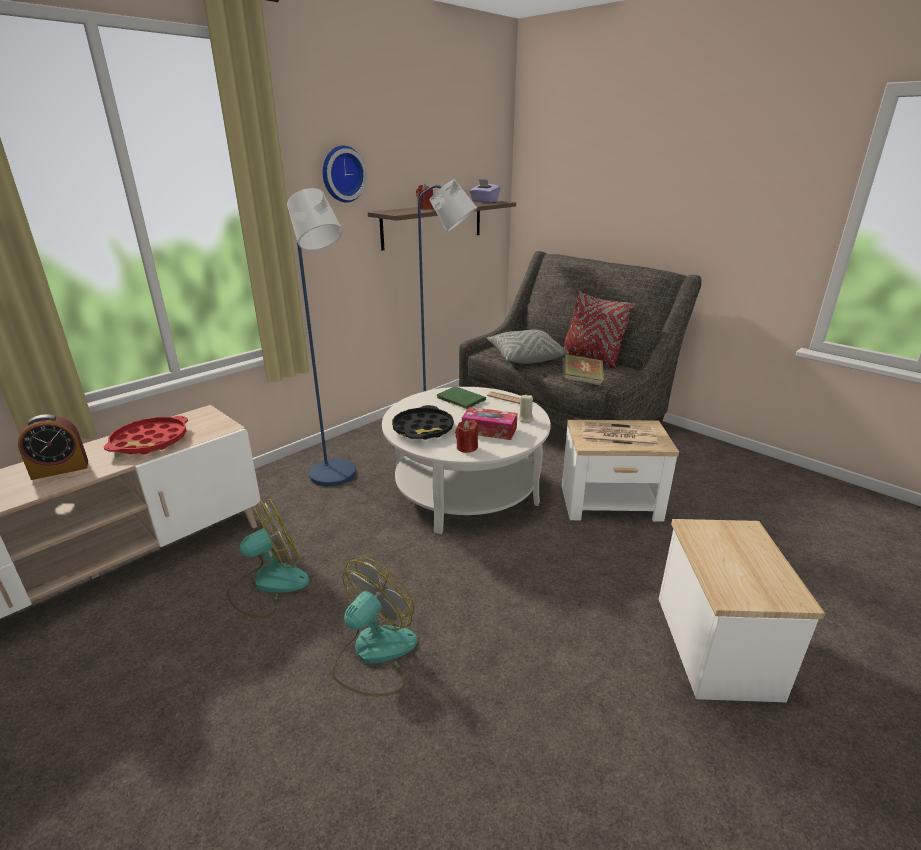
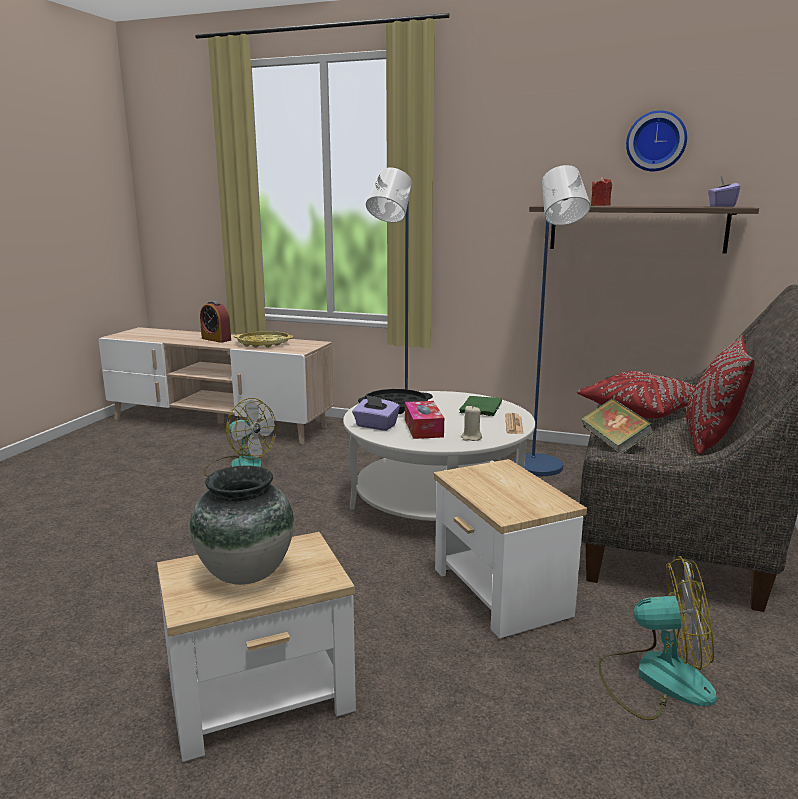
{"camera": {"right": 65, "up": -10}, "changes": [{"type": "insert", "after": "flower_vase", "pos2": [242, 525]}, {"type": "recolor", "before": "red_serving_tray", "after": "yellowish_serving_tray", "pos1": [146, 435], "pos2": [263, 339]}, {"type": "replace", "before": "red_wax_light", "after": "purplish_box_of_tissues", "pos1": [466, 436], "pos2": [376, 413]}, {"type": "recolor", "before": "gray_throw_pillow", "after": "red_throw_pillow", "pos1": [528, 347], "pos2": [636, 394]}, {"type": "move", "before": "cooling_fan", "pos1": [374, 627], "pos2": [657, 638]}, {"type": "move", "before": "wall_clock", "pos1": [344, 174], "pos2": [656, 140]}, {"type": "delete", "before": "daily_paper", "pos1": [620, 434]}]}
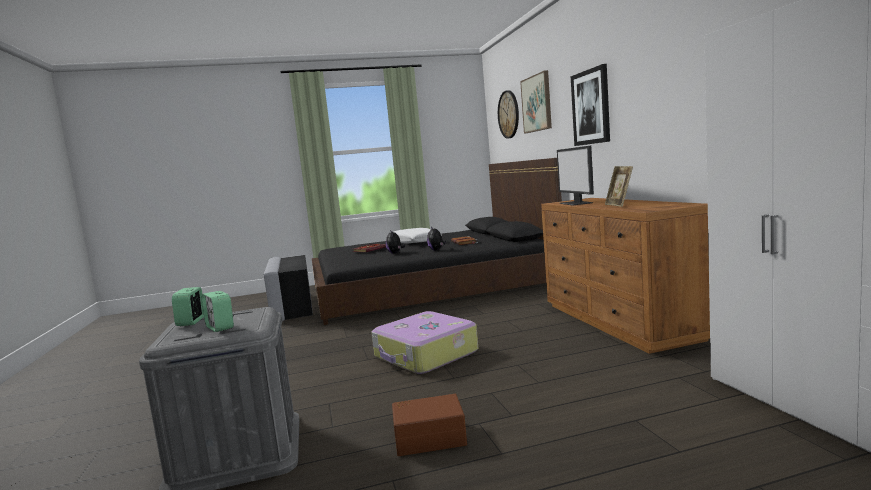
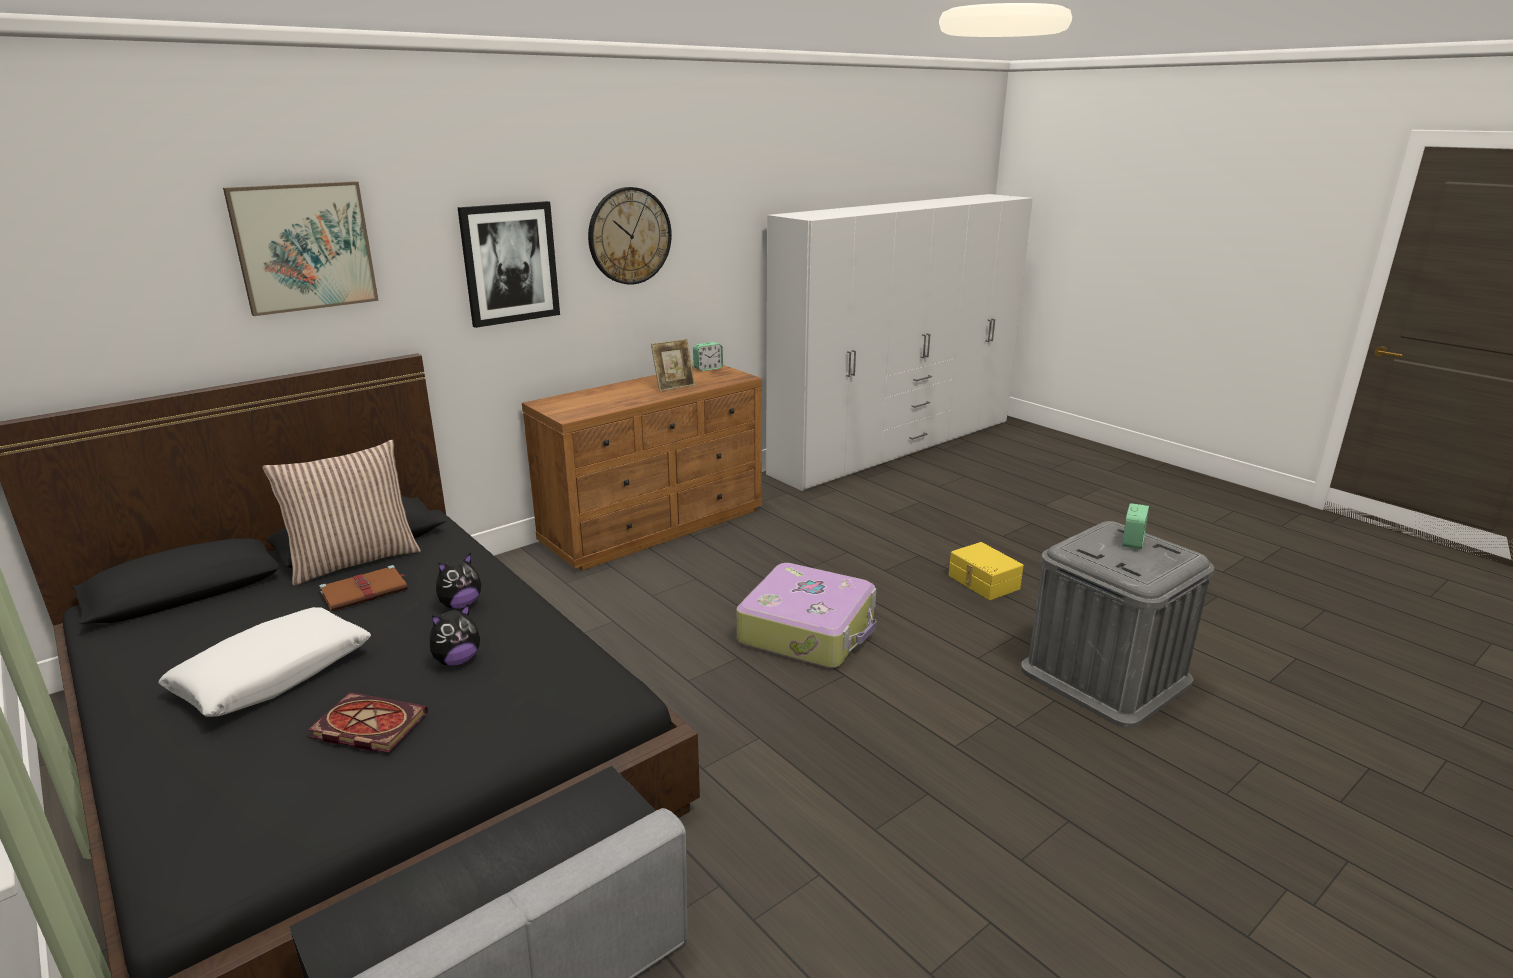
{"camera": {"right": -115, "up": 15}, "changes": [{"type": "insert", "after": "throw_pillow", "pos2": [341, 513]}, {"type": "move", "before": "wall_clock", "pos1": [508, 114], "pos2": [630, 236]}, {"type": "move", "before": "alarm_clock", "pos1": [188, 306], "pos2": [708, 356]}, {"type": "recolor", "before": "brown-coloured_storage_bin", "after": "yellowish_storage_bin", "pos1": [429, 425], "pos2": [986, 571]}, {"type": "delete", "before": "monitor", "pos1": [575, 175]}]}
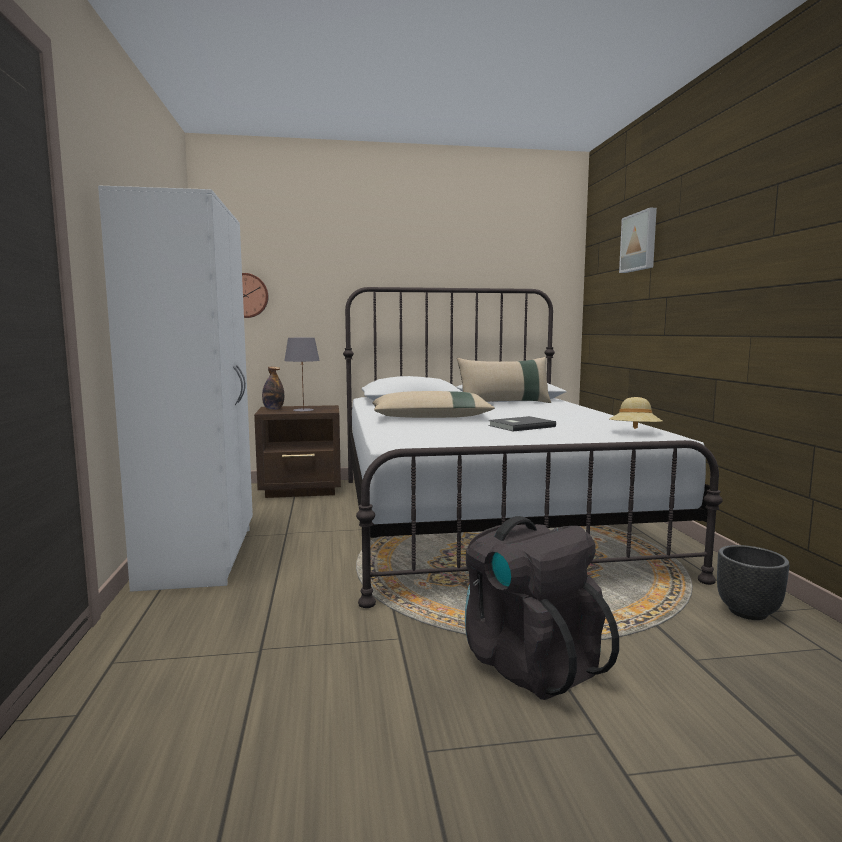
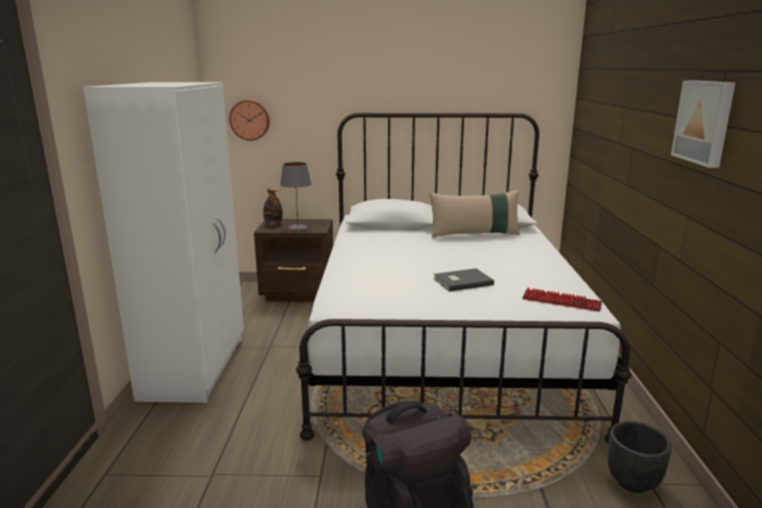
{"camera": {"right": 10, "up": 10}, "changes": [{"type": "replace", "before": "sand-coloured_wearable_hat", "after": "PC_keyboard", "pos1": [635, 413], "pos2": [562, 300]}, {"type": "move", "before": "wall_art", "pos1": [638, 240], "pos2": [703, 124]}, {"type": "delete", "before": "sand-coloured_throw_pillow", "pos1": [433, 404]}]}
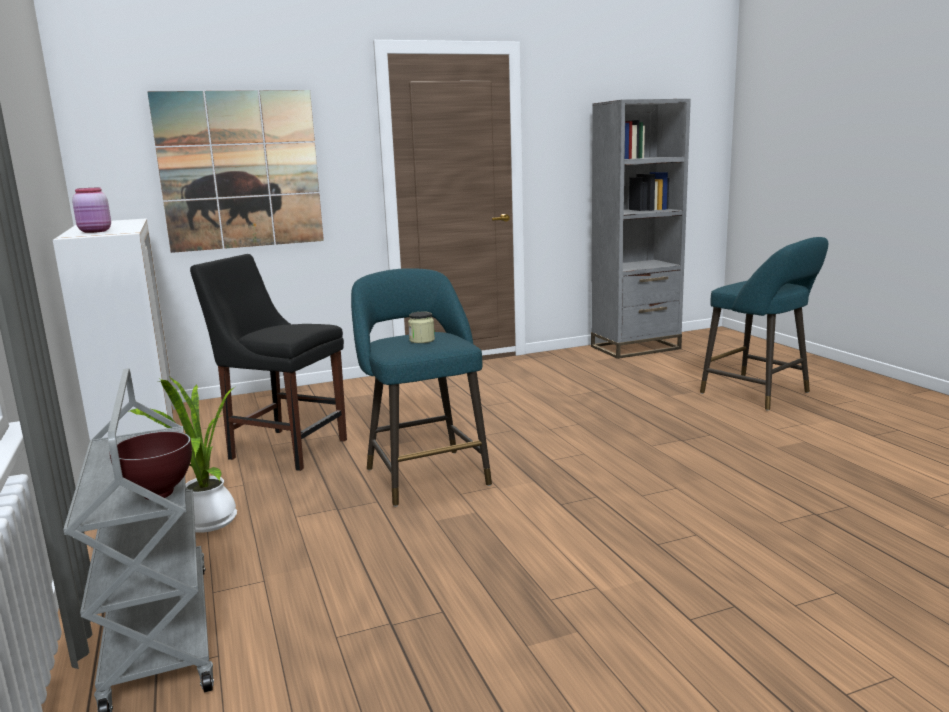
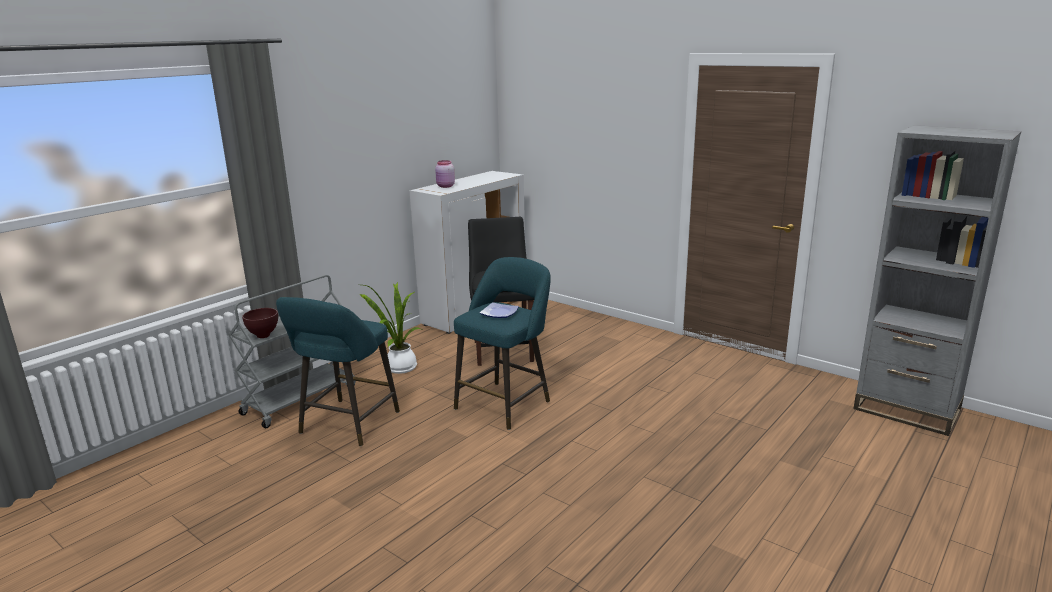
{"camera": {"right": 60, "up": 5}, "changes": [{"type": "move", "before": "blue-green_stool", "pos1": [764, 324], "pos2": [338, 372]}, {"type": "replace", "before": "preserve_jar", "after": "plate", "pos1": [421, 327], "pos2": [499, 310]}, {"type": "delete", "before": "wall_art", "pos1": [235, 171]}]}
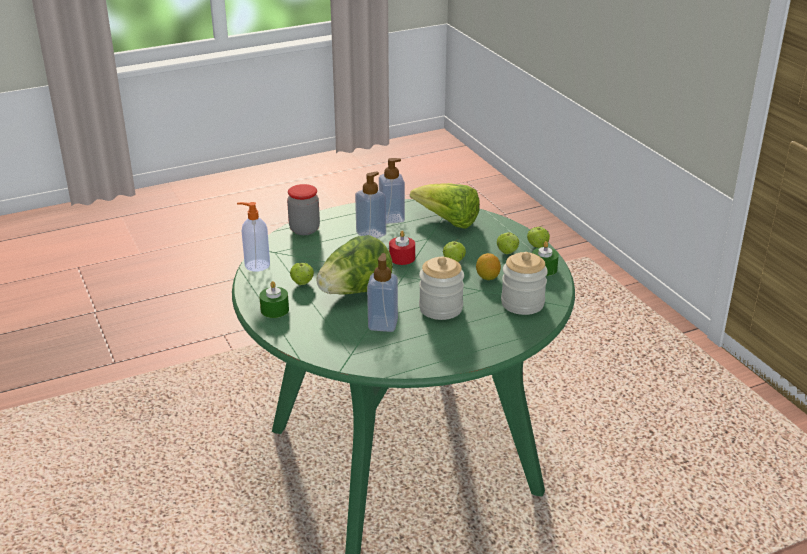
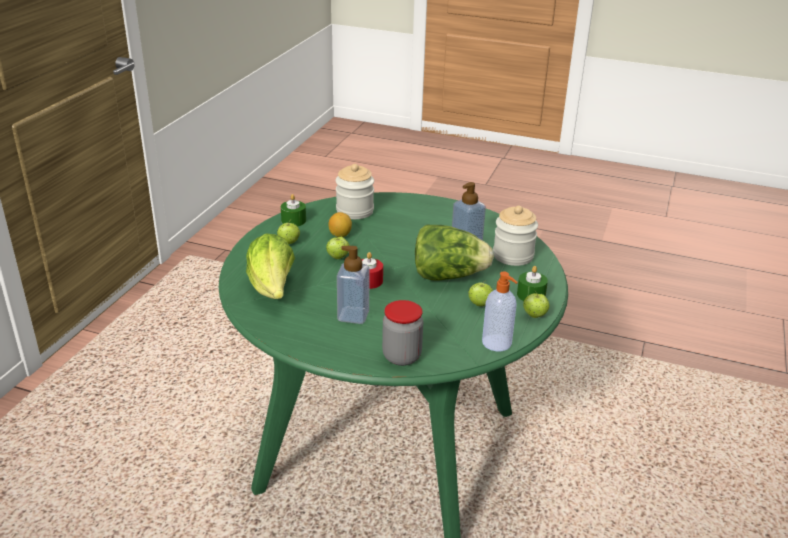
{"camera": {"right": -135, "up": 0}, "changes": [{"type": "move", "before": "preserve_jar", "pos1": [441, 288], "pos2": [515, 236]}, {"type": "move", "before": "apple", "pos1": [538, 236], "pos2": [536, 304]}, {"type": "delete", "before": "soap_dispenser", "pos1": [392, 191]}]}
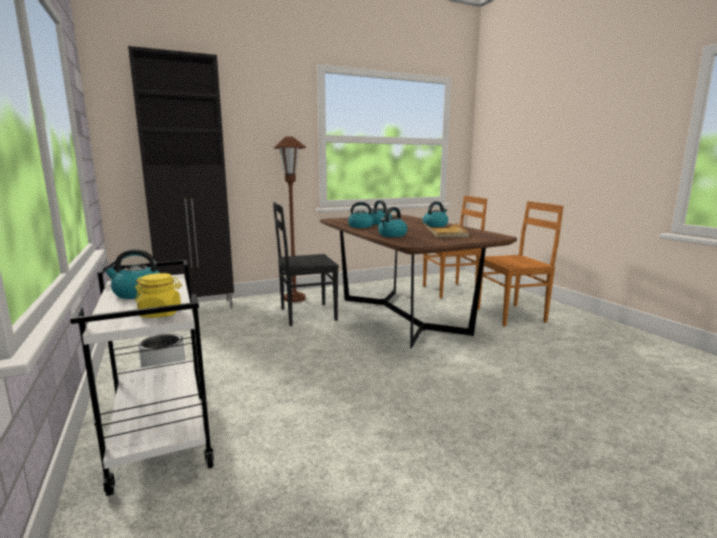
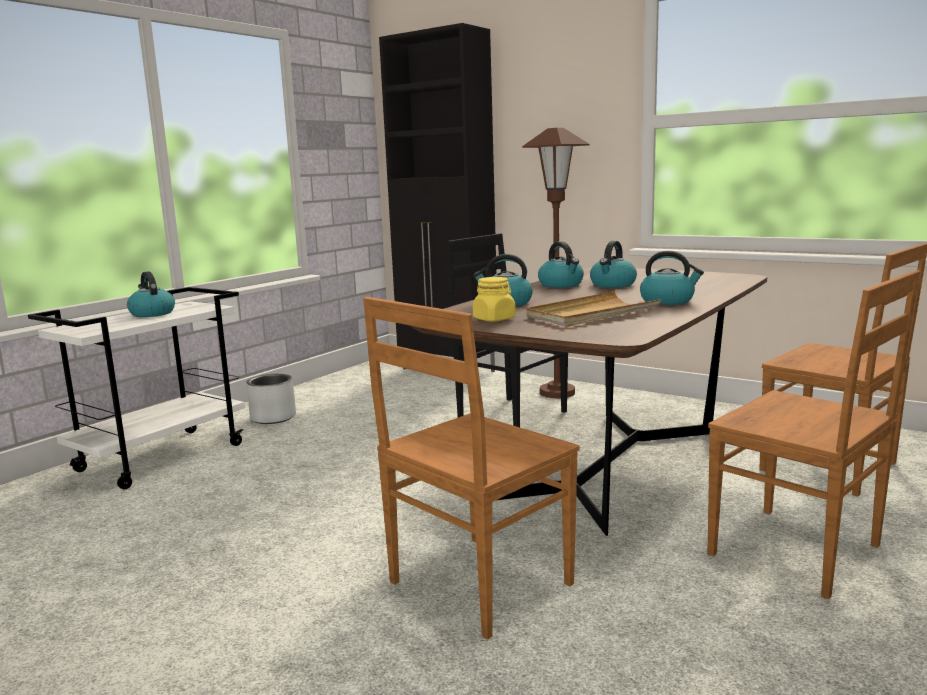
{"camera": {"right": 60, "up": 0}, "changes": [{"type": "insert", "after": "brown-coloured_plain_chair", "pos2": [471, 468]}, {"type": "move", "before": "yellowish_preserve_jar", "pos1": [158, 295], "pos2": [494, 299]}]}
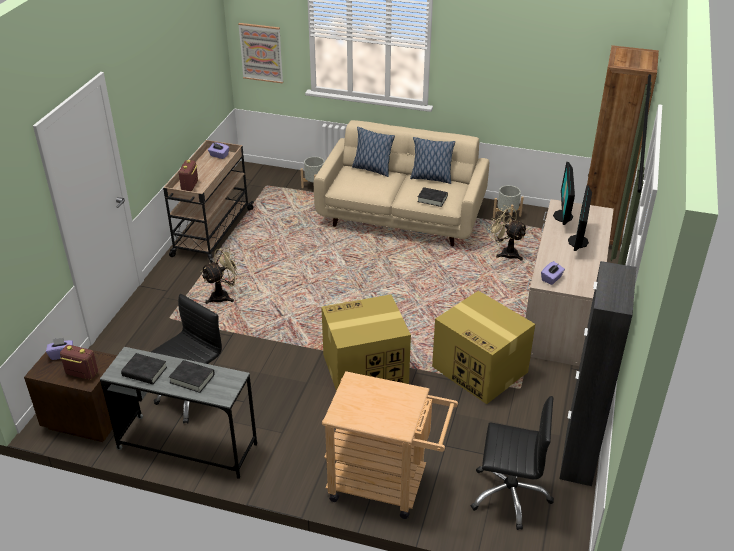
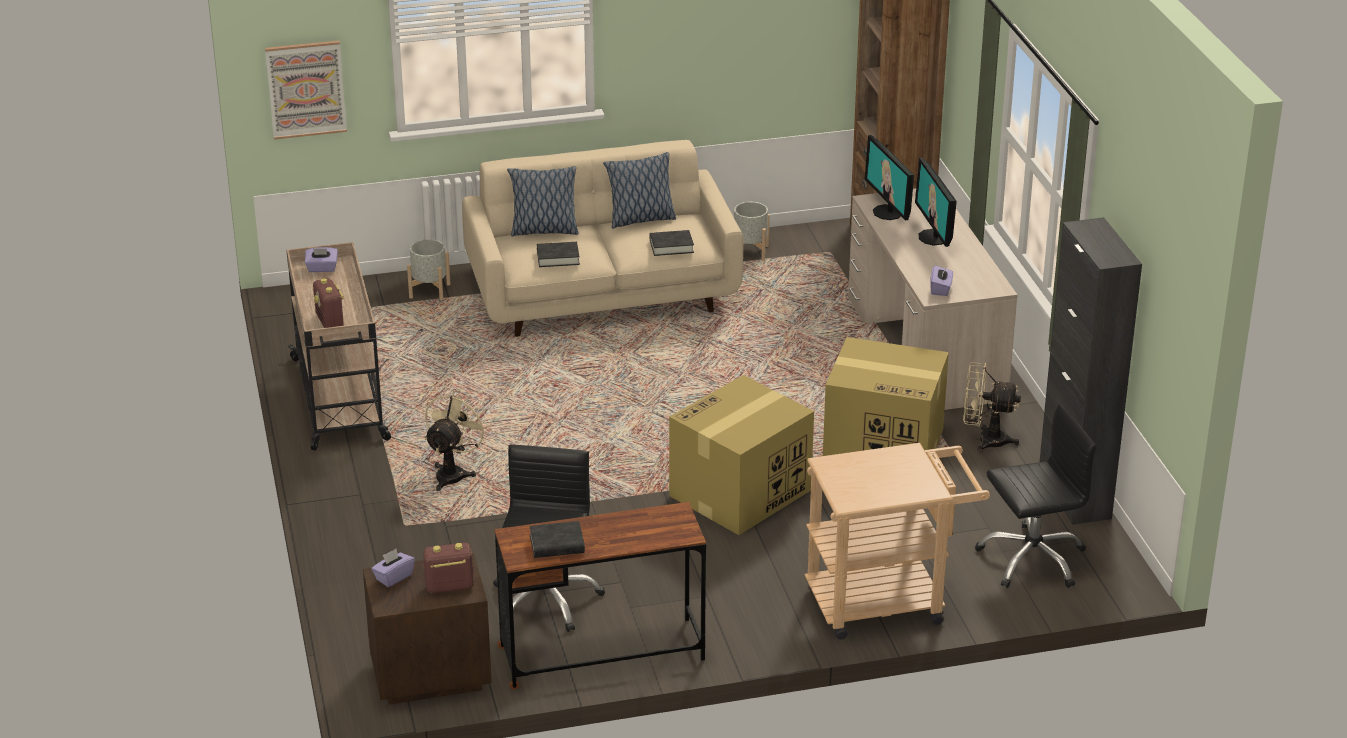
{"camera": {"right": -30, "up": -5}, "changes": [{"type": "recolor", "before": "gray_desk_unit", "after": "brown-coloured_desk_unit", "pos1": [178, 413], "pos2": [600, 596]}, {"type": "move", "before": "black-coloured_volume", "pos1": [192, 376], "pos2": [558, 254]}, {"type": "move", "before": "sand-coloured_cooling_fan", "pos1": [508, 233], "pos2": [992, 407]}]}
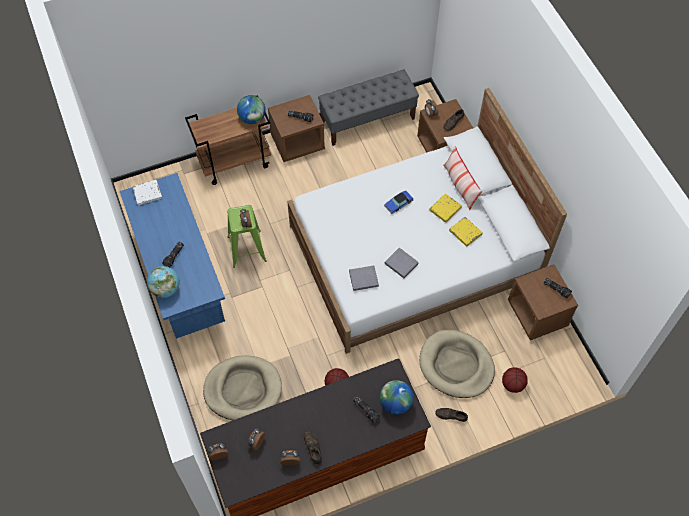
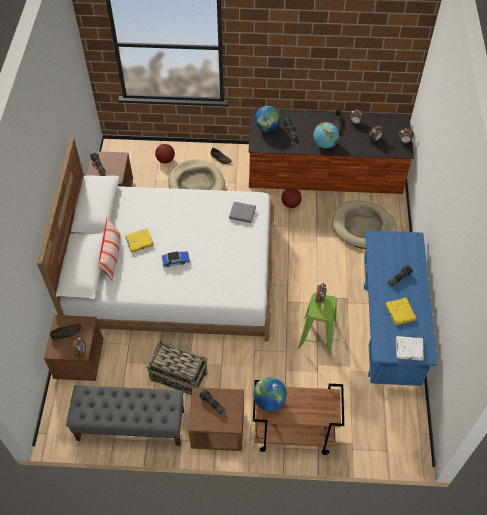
{"camera": {"right": -155, "up": -5}, "changes": [{"type": "insert", "after": "storage_basket", "pos2": [177, 367]}, {"type": "move", "before": "globe", "pos1": [163, 282], "pos2": [326, 135]}, {"type": "move", "before": "yellowish_volume", "pos1": [466, 231], "pos2": [401, 311]}, {"type": "delete", "before": "gray_volume", "pos1": [402, 263]}]}
